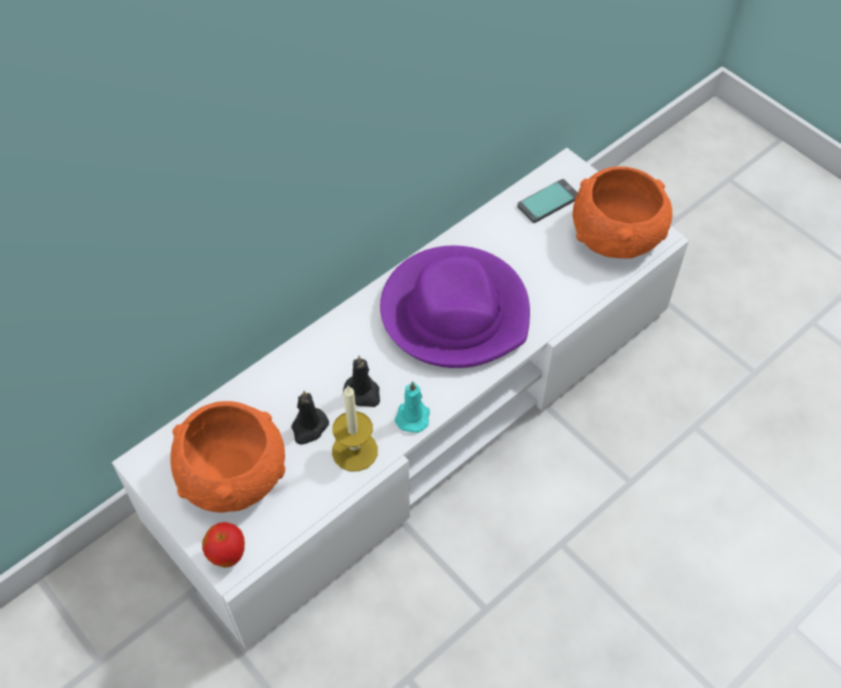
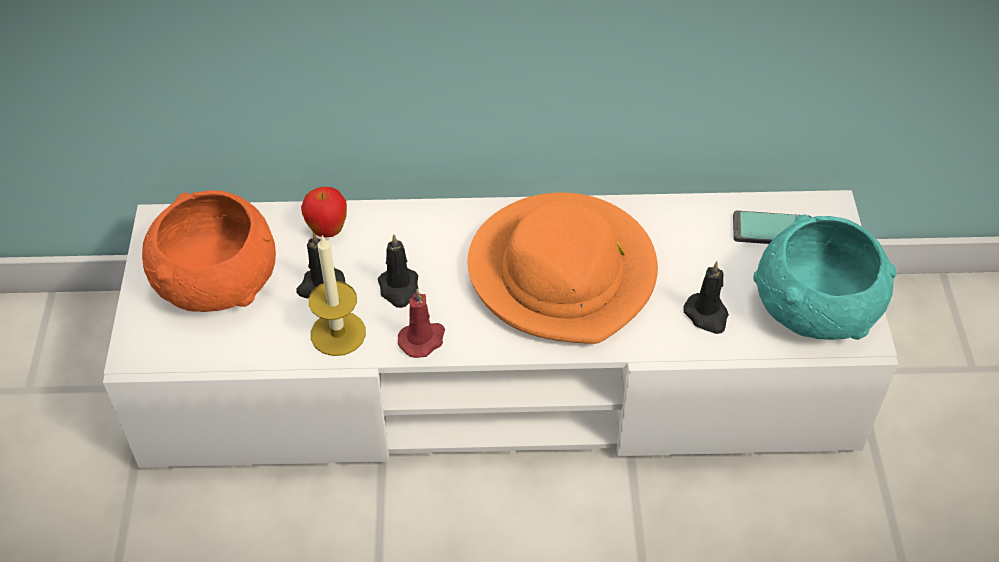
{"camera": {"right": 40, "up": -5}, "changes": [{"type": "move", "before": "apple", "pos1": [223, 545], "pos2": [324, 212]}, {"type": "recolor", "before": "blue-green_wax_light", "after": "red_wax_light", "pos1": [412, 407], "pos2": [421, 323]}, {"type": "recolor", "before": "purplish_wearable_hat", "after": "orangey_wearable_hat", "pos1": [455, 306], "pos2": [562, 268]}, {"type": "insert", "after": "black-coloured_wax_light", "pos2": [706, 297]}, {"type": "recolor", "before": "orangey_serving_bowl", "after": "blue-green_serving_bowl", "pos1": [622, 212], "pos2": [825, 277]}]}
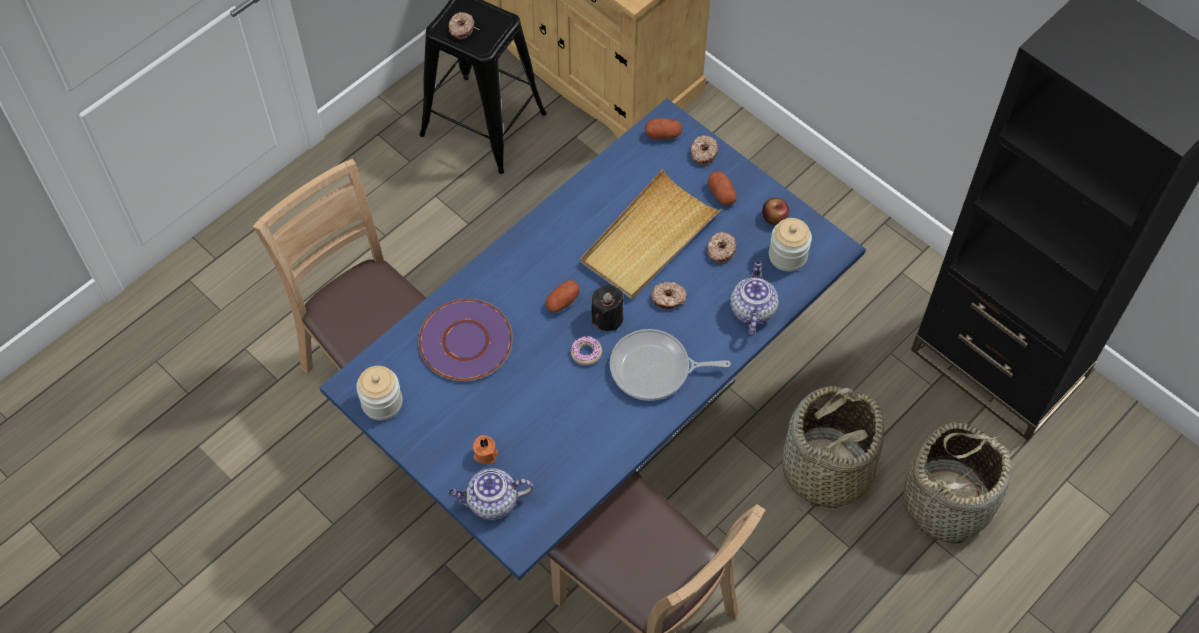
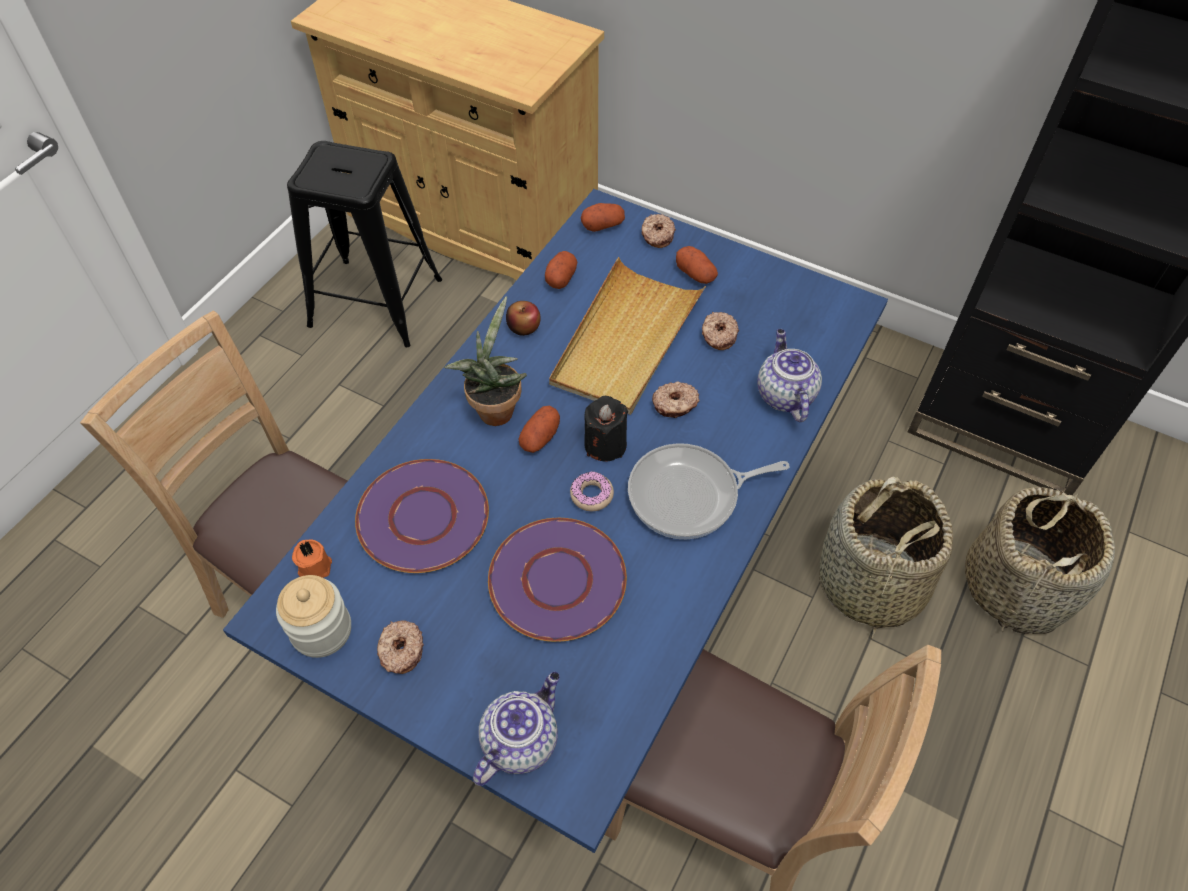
{"camera": {"right": -15, "up": -5}, "changes": [{"type": "move", "before": "orangey_wax_light", "pos1": [485, 449], "pos2": [312, 558]}, {"type": "move", "before": "donut", "pos1": [461, 25], "pos2": [400, 647]}, {"type": "insert", "after": "houseplant", "pos2": [485, 361]}, {"type": "rotate", "before": "pot_for_tea", "pos1": [490, 494], "pos2": [516, 728], "turn": 150}, {"type": "insert", "after": "purplish_plate", "pos2": [557, 580]}, {"type": "move", "before": "apple", "pos1": [775, 211], "pos2": [523, 318]}, {"type": "insert", "after": "whole_potato", "pos2": [561, 270]}, {"type": "delete", "before": "preserve_jar", "pos1": [790, 245]}]}
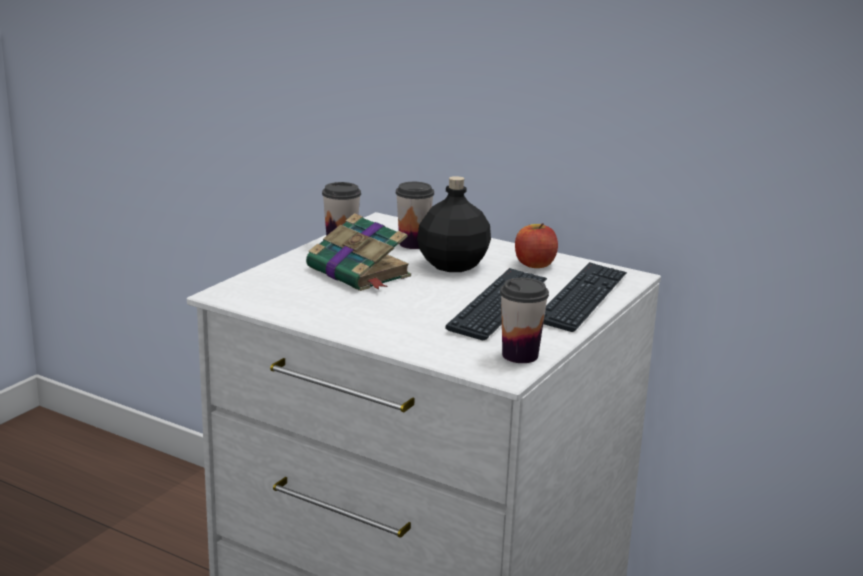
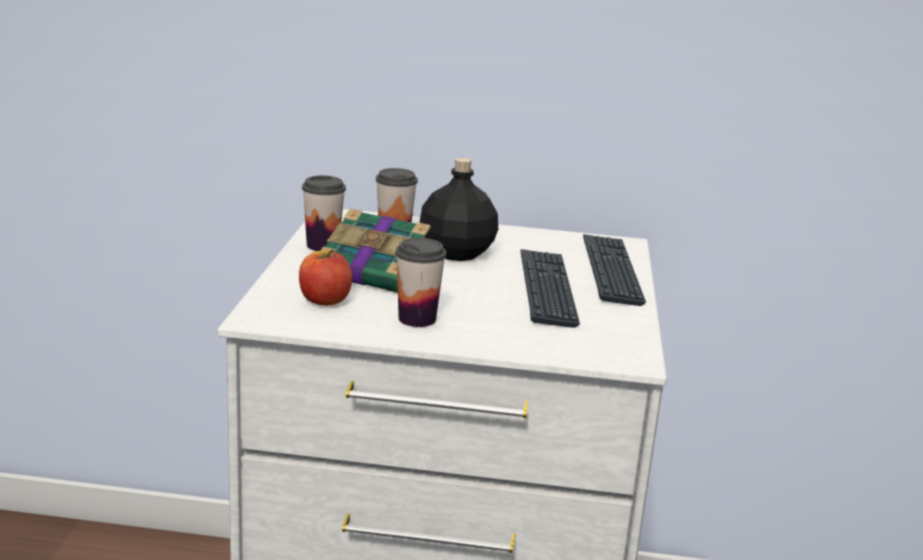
{"camera": {"right": -25, "up": 0}, "changes": [{"type": "move", "before": "apple", "pos1": [536, 245], "pos2": [325, 278]}, {"type": "move", "before": "drinking_cup", "pos1": [524, 320], "pos2": [420, 282]}]}
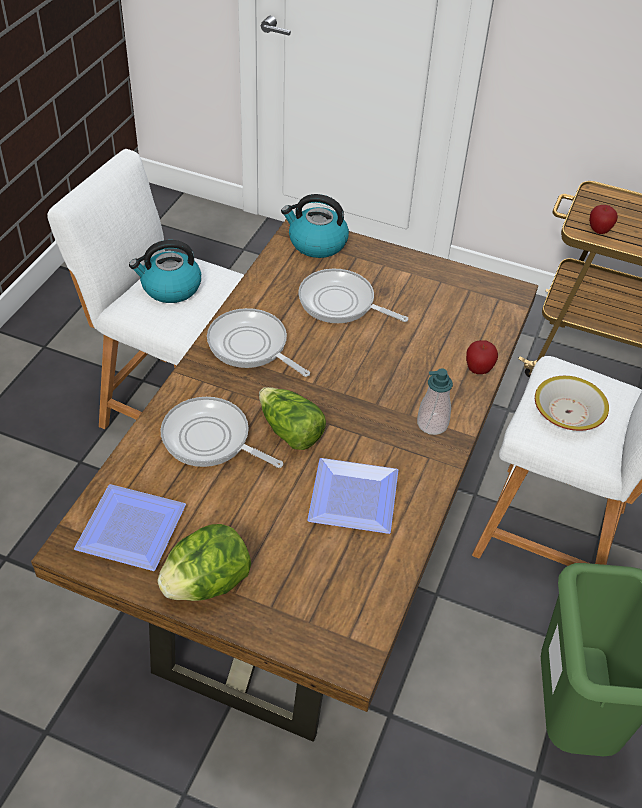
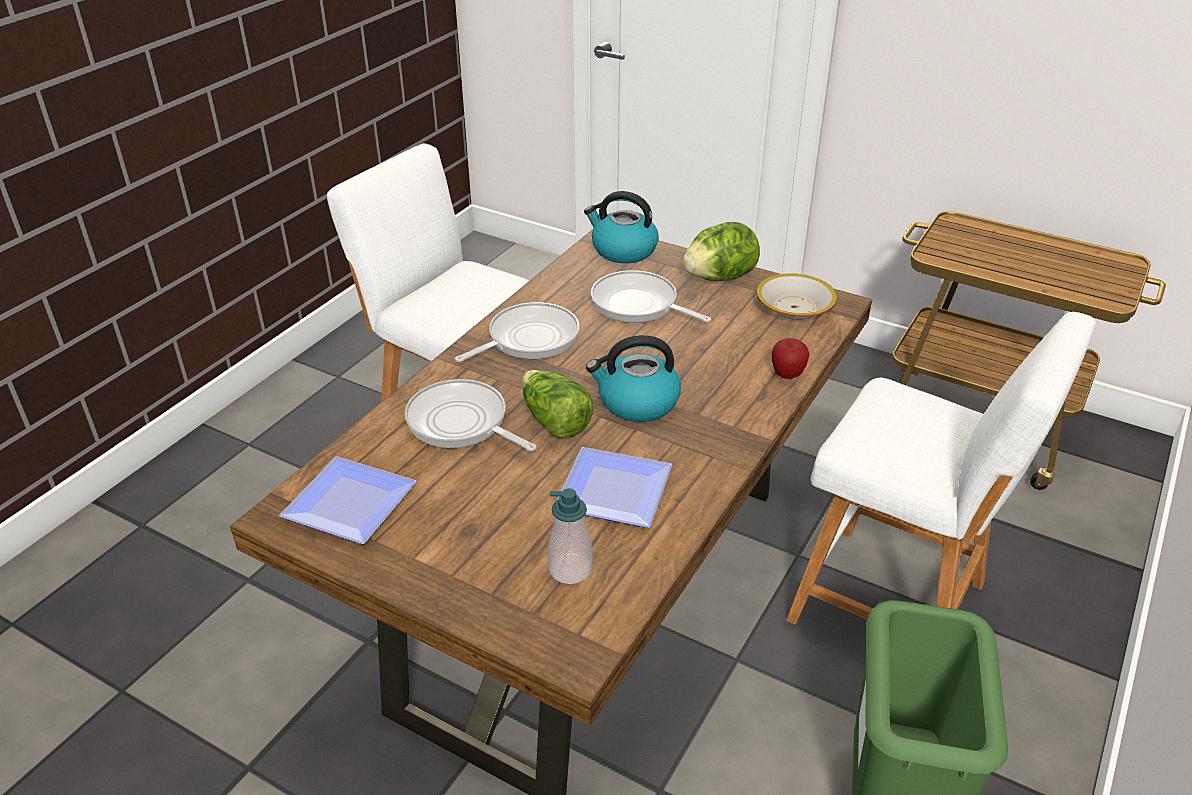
{"camera": {"right": 10, "up": -10}, "changes": [{"type": "rotate", "before": "skillet", "pos1": [258, 342], "pos2": [517, 332], "turn": 90}, {"type": "move", "before": "soap_dispenser", "pos1": [435, 401], "pos2": [570, 536]}, {"type": "move", "before": "water_kettle", "pos1": [165, 271], "pos2": [633, 378]}, {"type": "move", "before": "head_of_lettuce", "pos1": [204, 562], "pos2": [721, 251]}, {"type": "move", "before": "serving_bowl", "pos1": [572, 403], "pos2": [796, 296]}, {"type": "delete", "before": "apple", "pos1": [603, 219]}]}
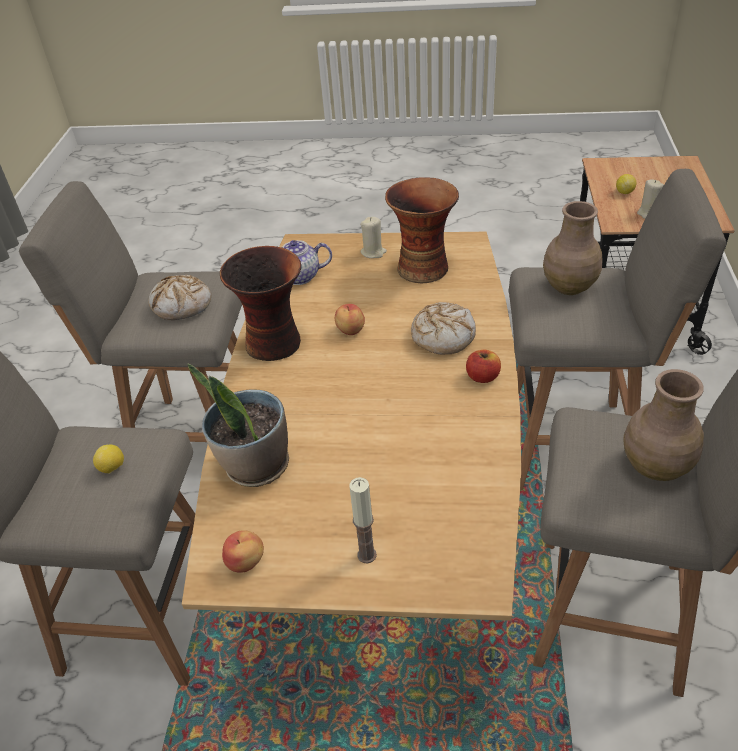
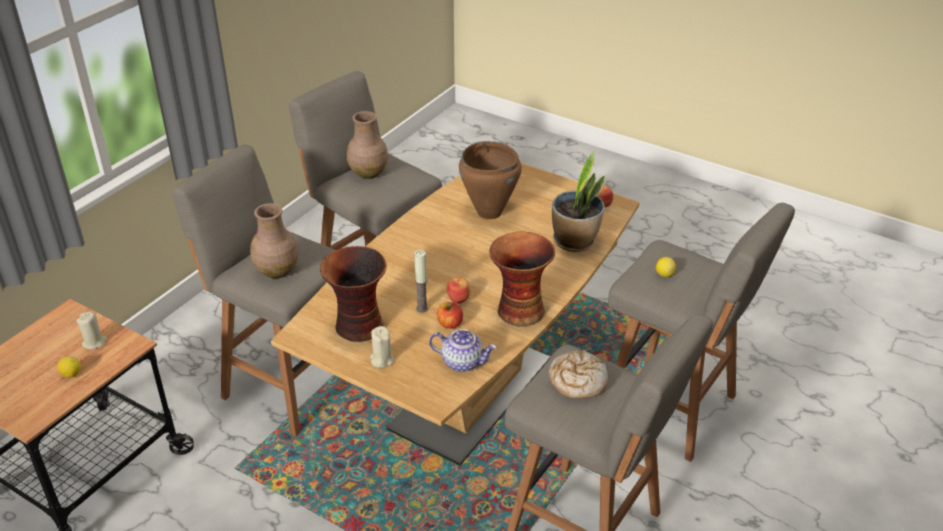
{"camera": {"right": -155, "up": -5}, "changes": [{"type": "move", "before": "wax_light", "pos1": [363, 520], "pos2": [421, 281]}, {"type": "move", "before": "apple", "pos1": [483, 366], "pos2": [450, 315]}, {"type": "insert", "after": "brown-coloured_stockpot", "pos2": [490, 180]}, {"type": "delete", "before": "bread", "pos1": [443, 328]}]}
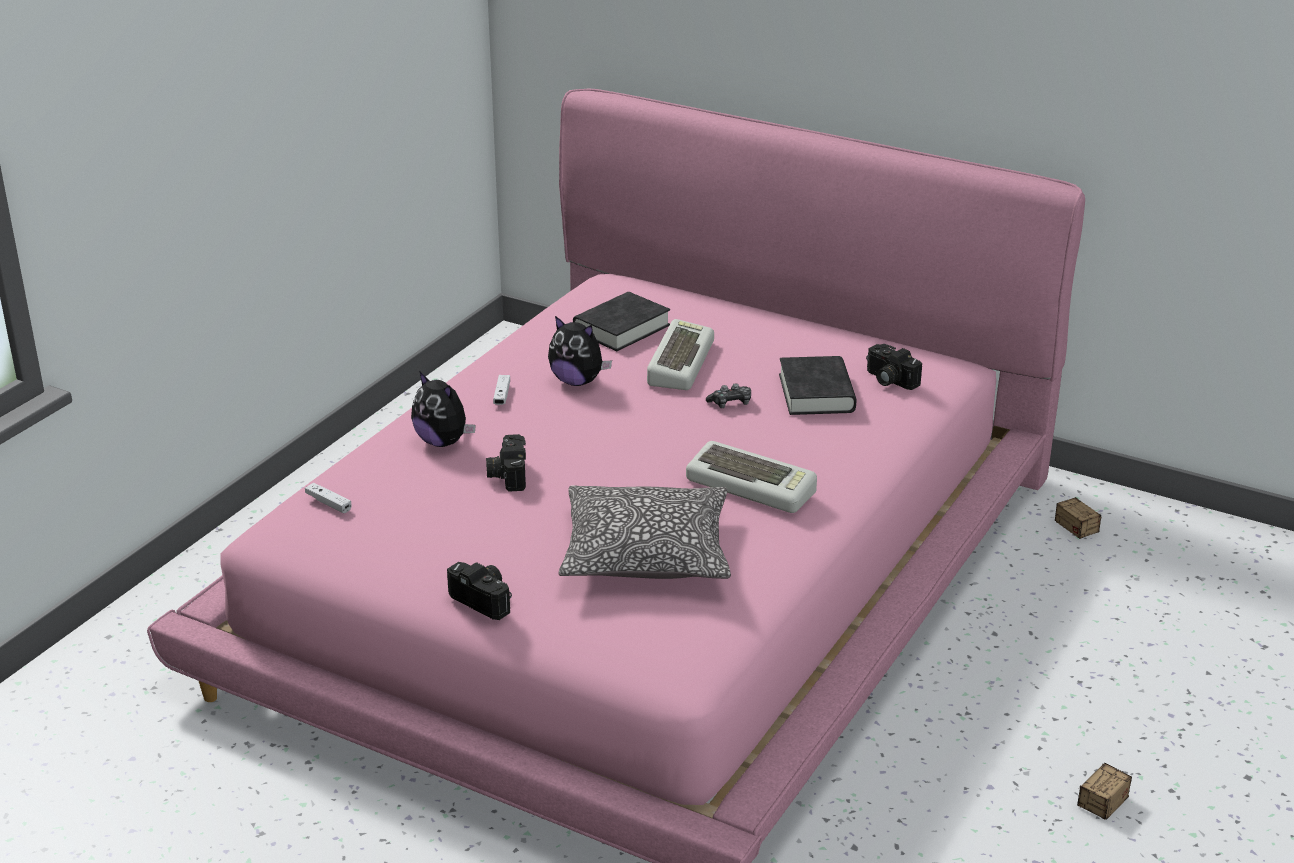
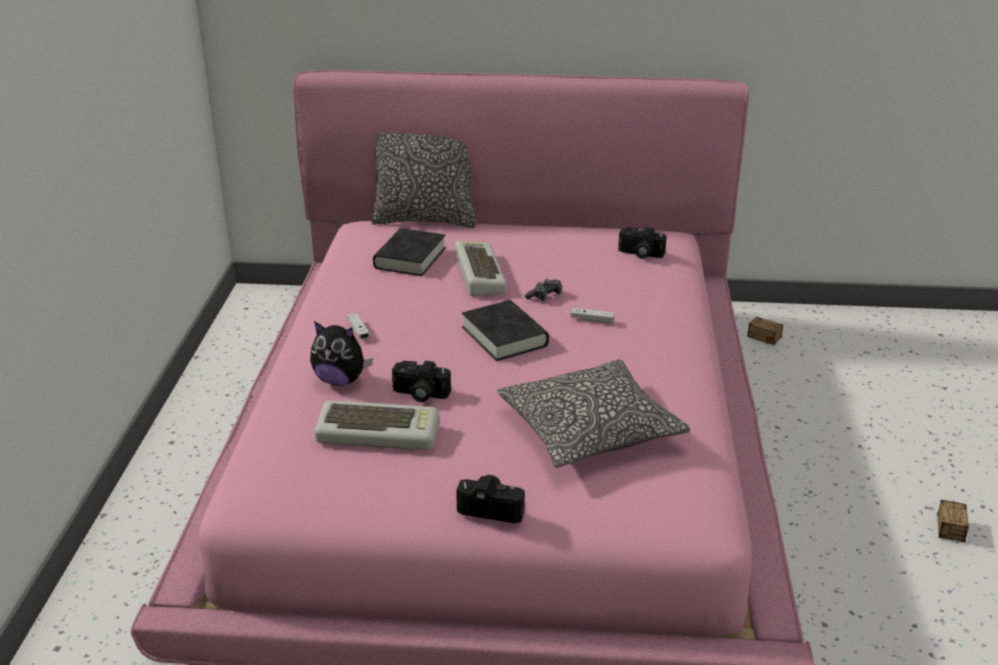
{"camera": {"right": -25, "up": 0}, "changes": [{"type": "move", "before": "PC_keyboard", "pos1": [751, 477], "pos2": [377, 425]}, {"type": "insert", "after": "throw_pillow", "pos2": [424, 180]}, {"type": "rotate", "before": "still_camera", "pos1": [506, 463], "pos2": [421, 381], "turn": -45}, {"type": "move", "before": "black-coloured_volume", "pos1": [817, 385], "pos2": [505, 330]}, {"type": "move", "before": "white-coloured_game_controller", "pos1": [328, 498], "pos2": [593, 316]}, {"type": "delete", "before": "cuddly_toy", "pos1": [580, 351]}]}
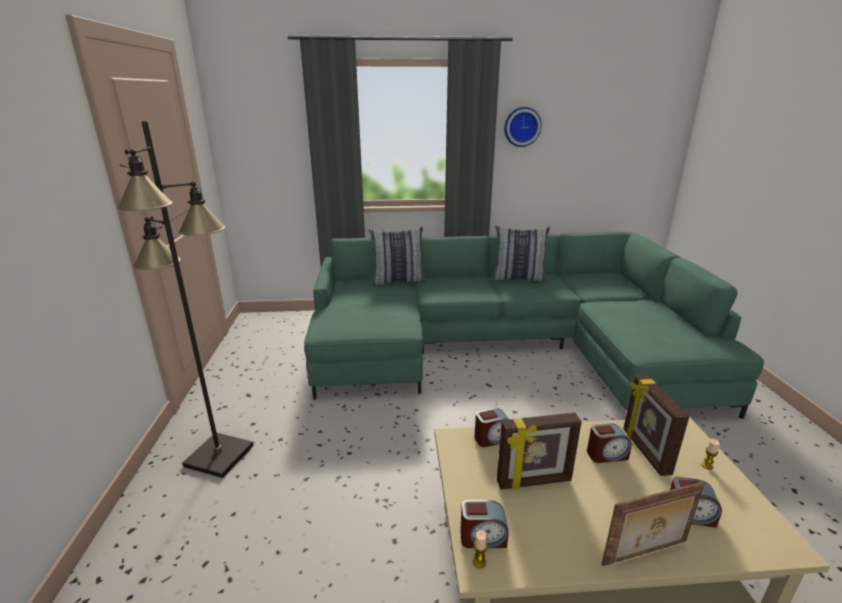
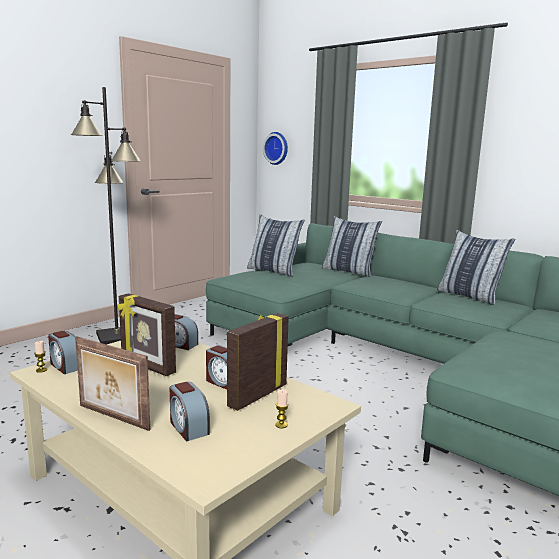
{"camera": {"right": 45, "up": -10}, "changes": [{"type": "insert", "after": "throw_pillow", "pos2": [276, 246]}, {"type": "move", "before": "wall_clock", "pos1": [523, 127], "pos2": [275, 148]}]}
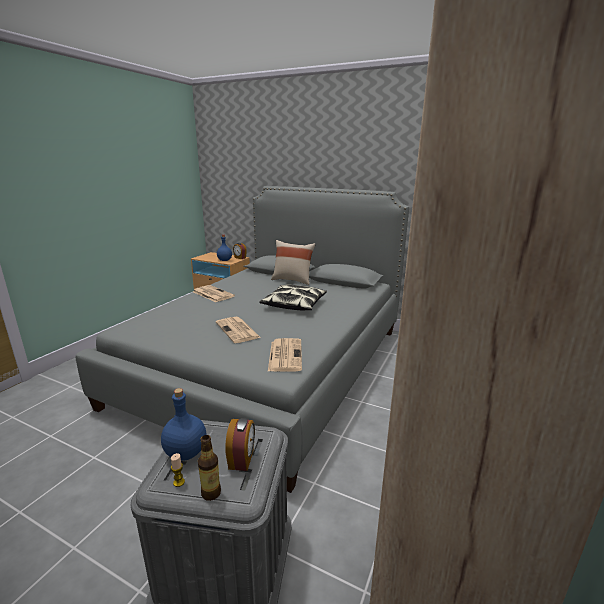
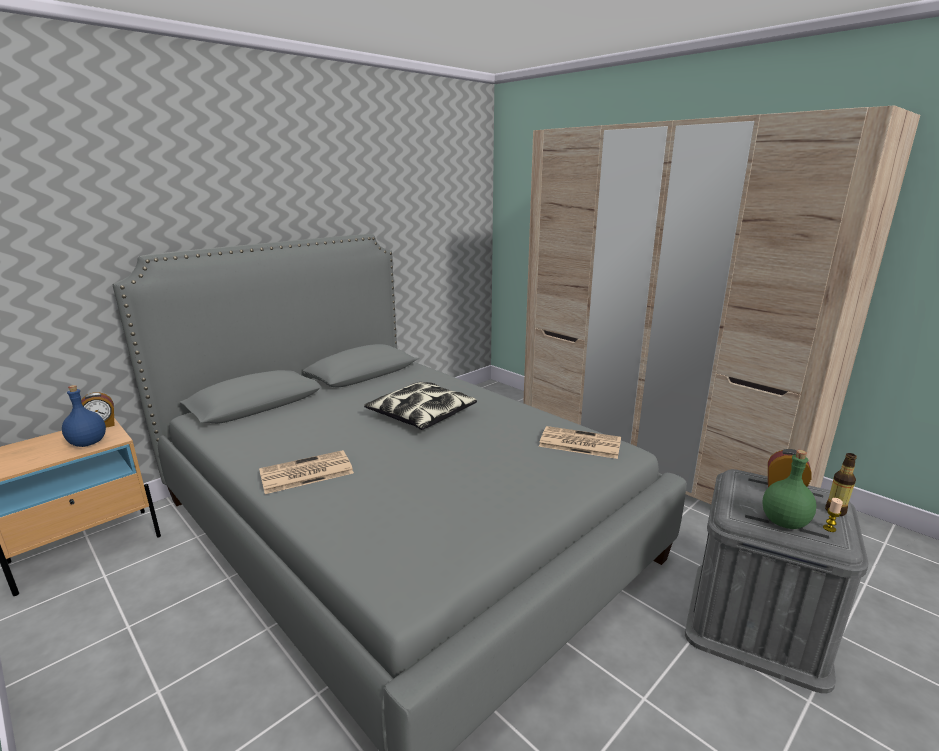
{"camera": {"right": -70, "up": 0}, "changes": [{"type": "recolor", "before": "blue-coloured_drink_bottle", "after": "green-coloured_drink_bottle", "pos1": [183, 424], "pos2": [789, 489]}, {"type": "delete", "before": "daily_paper", "pos1": [238, 330]}, {"type": "delete", "before": "sand-coloured_throw_pillow", "pos1": [293, 262]}]}
